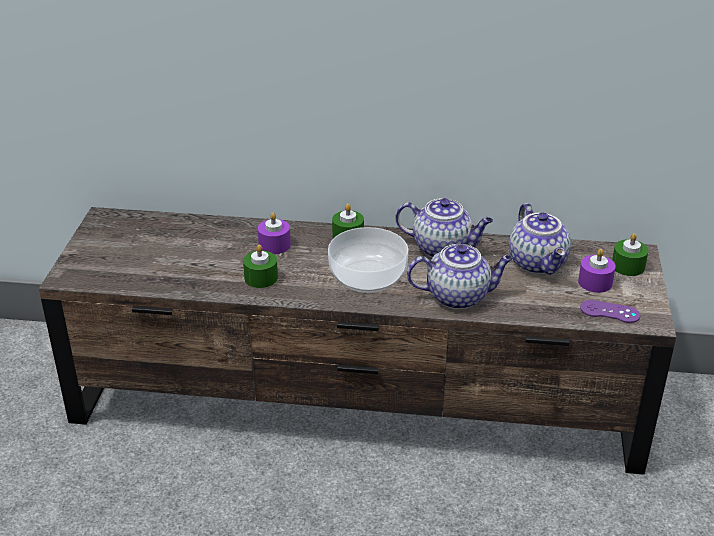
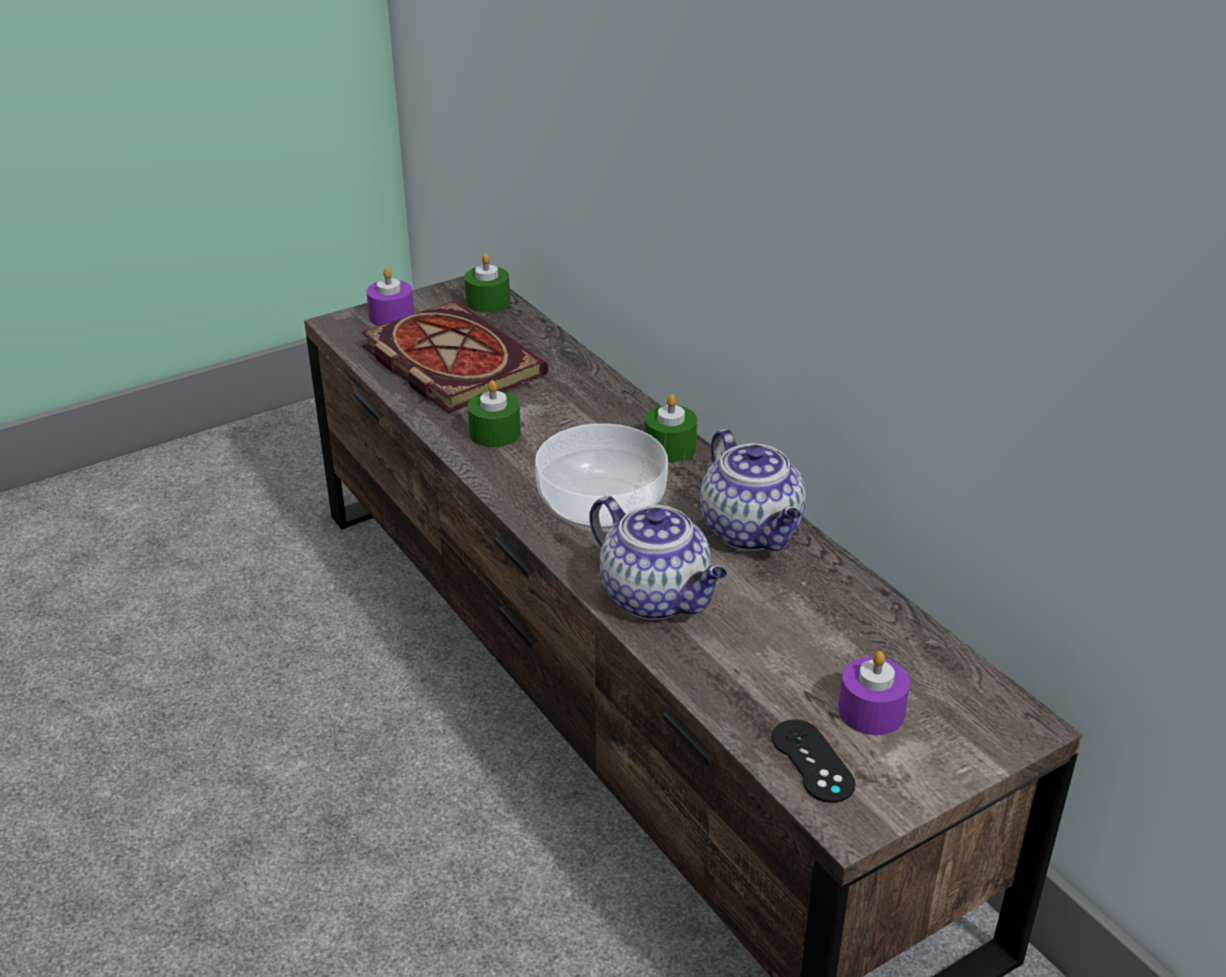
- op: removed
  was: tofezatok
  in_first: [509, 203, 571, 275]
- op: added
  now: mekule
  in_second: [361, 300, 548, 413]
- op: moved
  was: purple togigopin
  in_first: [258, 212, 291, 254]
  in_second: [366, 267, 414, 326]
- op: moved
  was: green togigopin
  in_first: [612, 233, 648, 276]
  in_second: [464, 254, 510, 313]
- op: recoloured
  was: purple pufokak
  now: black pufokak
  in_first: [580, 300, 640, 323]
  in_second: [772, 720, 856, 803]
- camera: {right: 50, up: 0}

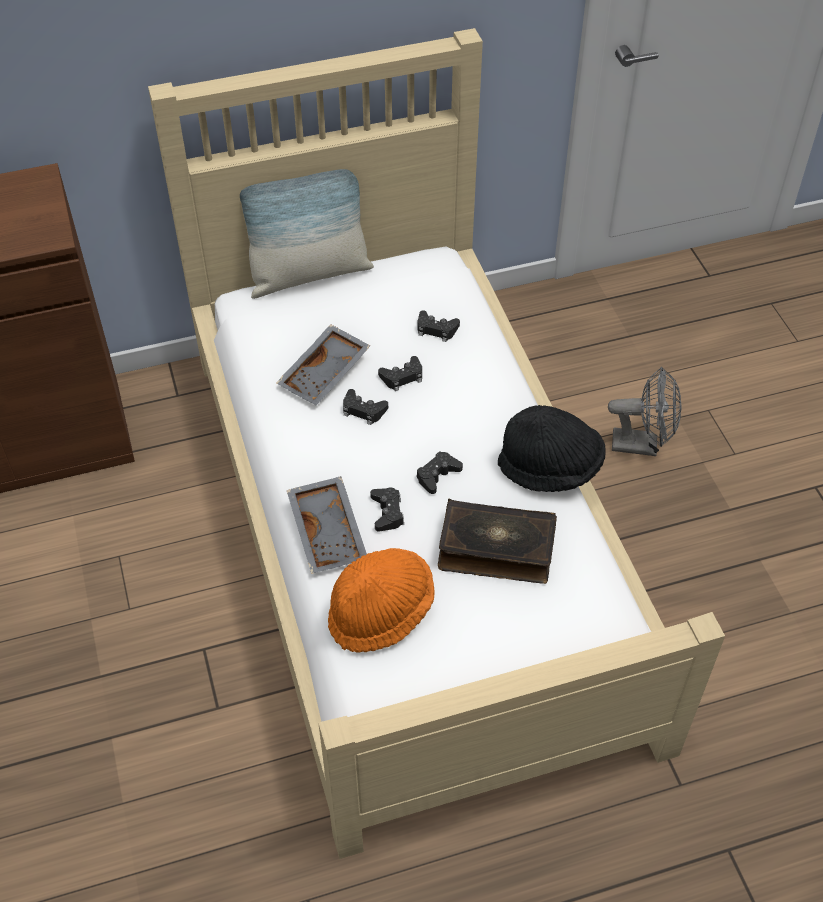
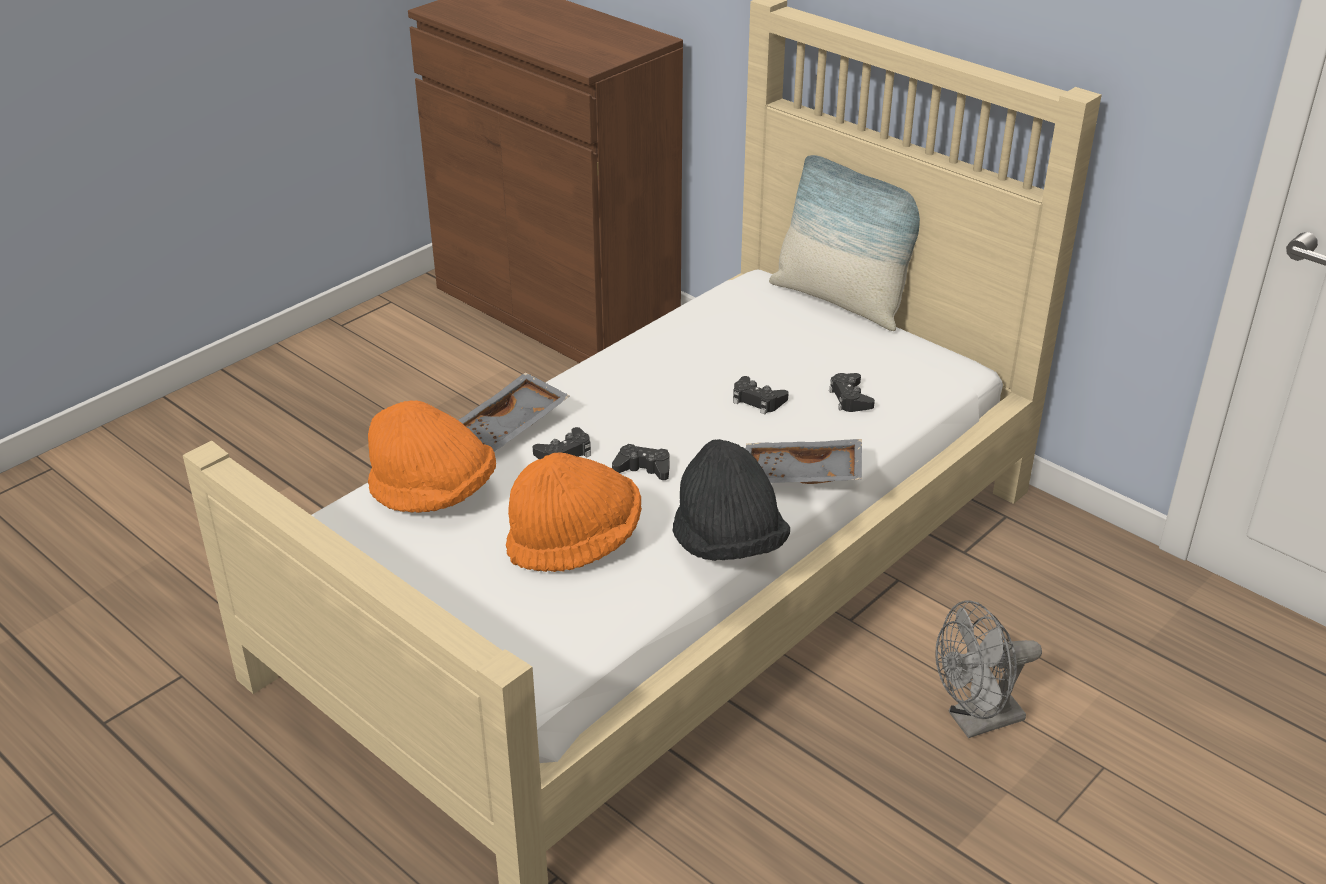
- op: removed
  was: black pufokak
  in_first: [343, 389, 388, 425]
- op: moved
  was: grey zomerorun
  in_first: [276, 324, 370, 405]
  in_second: [746, 439, 862, 484]
- op: replaced
  was: mekule
  now: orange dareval
  in_first: [438, 499, 557, 584]
  in_second: [506, 452, 642, 572]
- op: turned
  was: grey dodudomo
  in_first: [608, 367, 681, 456]
  in_second: [935, 601, 1042, 738]
  clockwise: 90
- camera: {right: 60, up: -15}

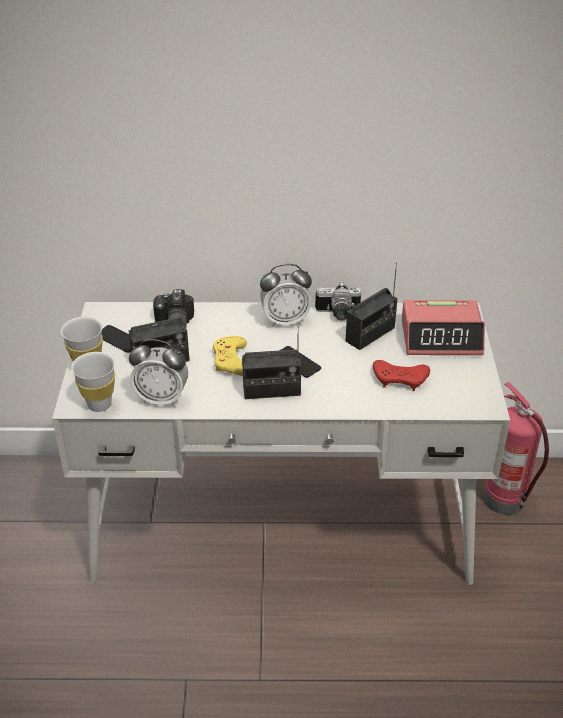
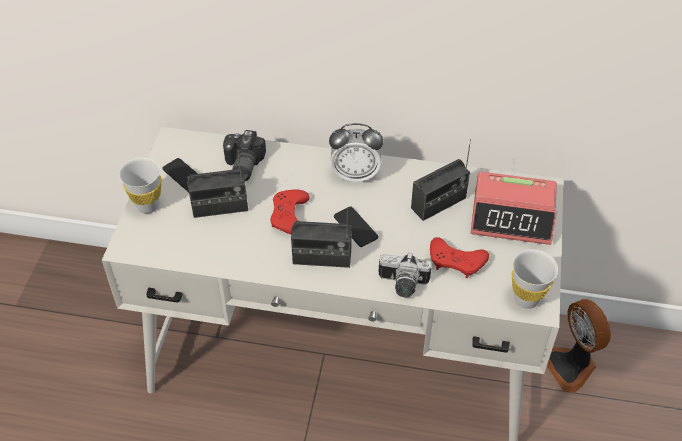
- op: removed
  was: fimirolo
  in_first: [129, 339, 188, 407]
- op: moved
  was: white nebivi
  in_first: [71, 352, 115, 412]
  in_second: [512, 249, 558, 309]
- op: moved
  was: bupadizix
  in_first: [315, 282, 361, 321]
  in_second: [378, 252, 432, 298]
- op: replaced
  was: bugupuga
  now: dodudomo
  in_first: [484, 382, 549, 515]
  in_second: [547, 299, 611, 393]
- op: recoloured
  was: yellow pufokak
  now: red pufokak
  in_first: [213, 336, 247, 376]
  in_second: [270, 189, 310, 235]
- camera: {right: 10, up: 10}

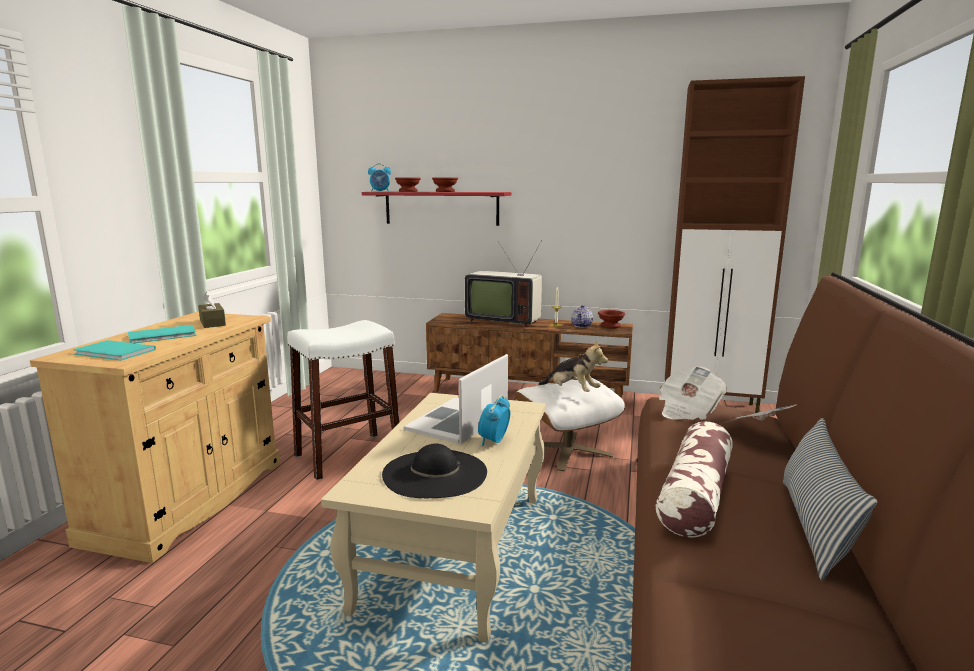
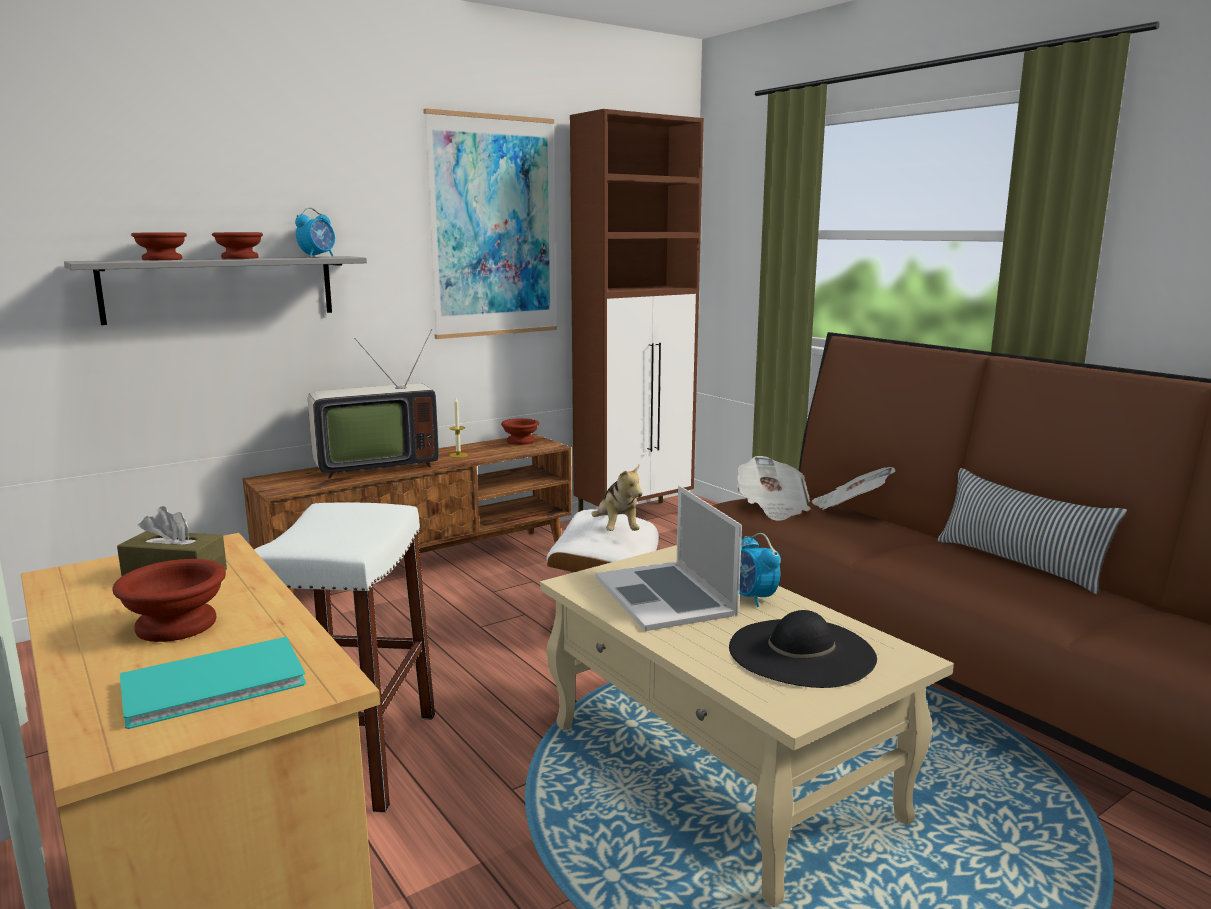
- op: removed
  was: tofezatok
  in_first: [571, 305, 593, 328]
- op: removed
  was: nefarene
  in_first: [656, 421, 733, 538]
- op: added
  now: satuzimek
  in_second: [423, 108, 557, 339]
- op: moved
  was: fimirolo
  in_first: [368, 163, 391, 192]
  in_second: [295, 207, 335, 257]
- op: replaced
  was: turquoise mekule
  now: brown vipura
  in_first: [128, 325, 197, 343]
  in_second: [112, 559, 226, 642]
- op: recoloured
  was: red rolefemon
  now: grey rolefemon
  in_first: [362, 192, 511, 226]
  in_second: [64, 256, 367, 325]
- op: turned
  was: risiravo
  in_first: [538, 341, 608, 392]
  in_second: [592, 465, 642, 531]
  clockwise: 90
- camera: {right: -50, up: 0}

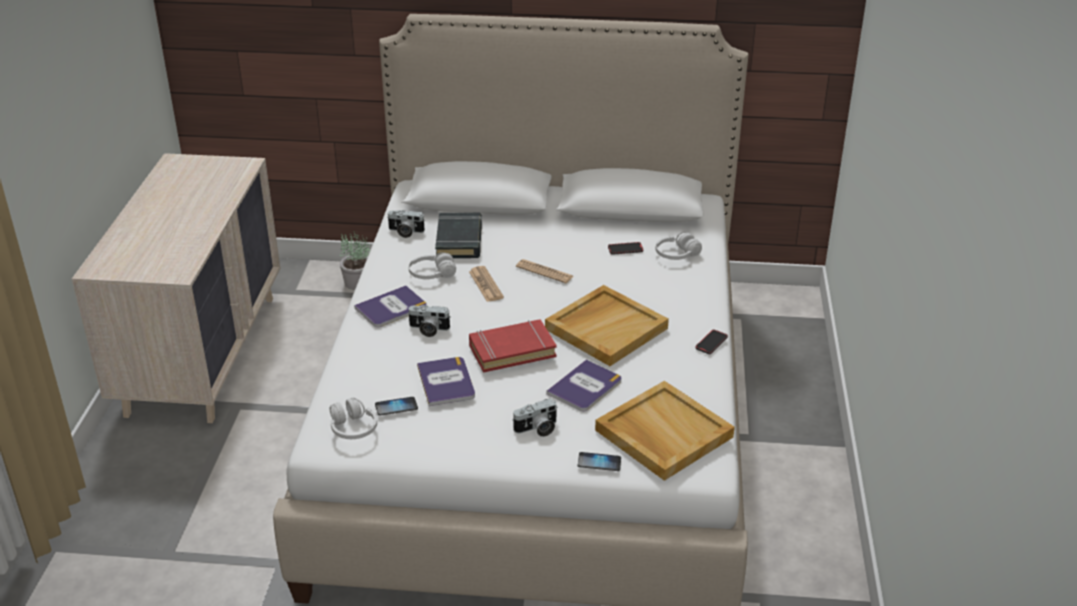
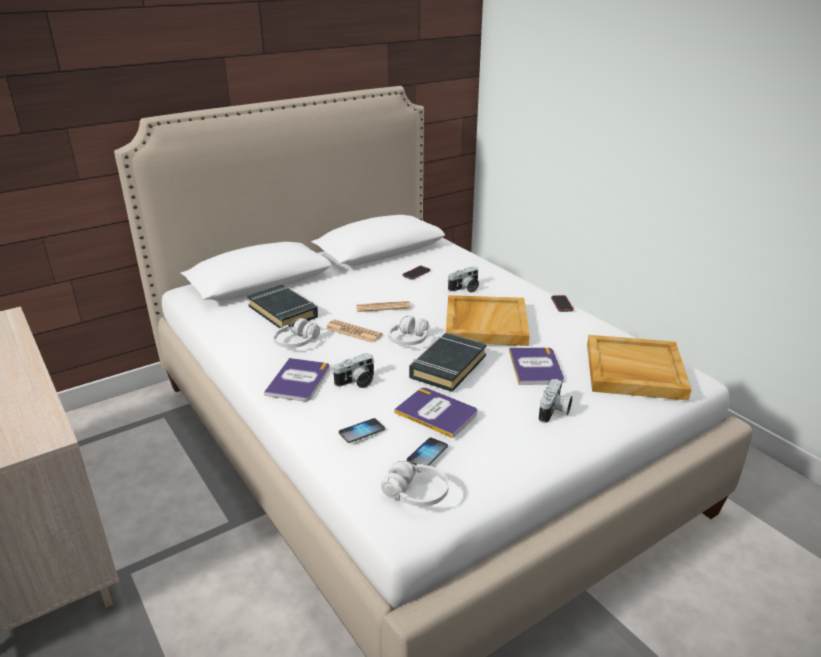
- op: removed
  was: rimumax
  in_first: [340, 231, 370, 290]
- op: moved
  was: bupadizix
  in_first: [387, 210, 425, 238]
  in_second: [448, 266, 479, 293]
- op: moved
  was: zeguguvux
  in_first: [578, 452, 621, 471]
  in_second: [339, 418, 385, 443]
- op: moved
  was: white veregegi
  in_first: [655, 232, 702, 260]
  in_second: [388, 316, 429, 346]
- op: recoloured
  was: red mekule
  now: black mekule
  in_first: [469, 319, 557, 373]
  in_second: [409, 333, 487, 392]
- camera: {right: -40, up: -5}

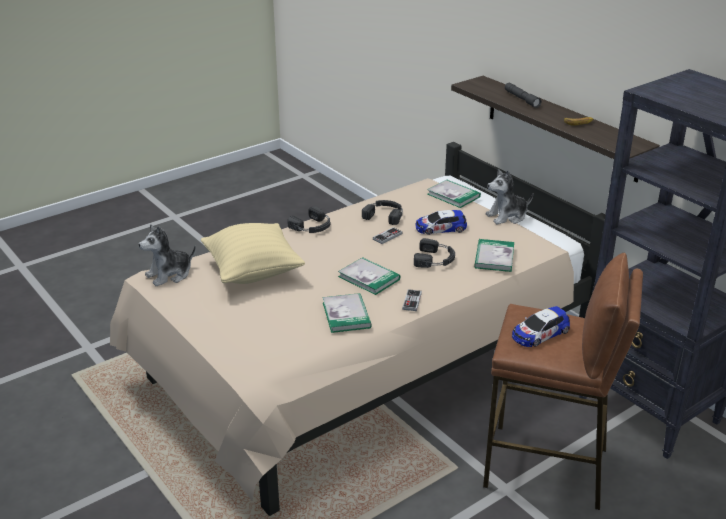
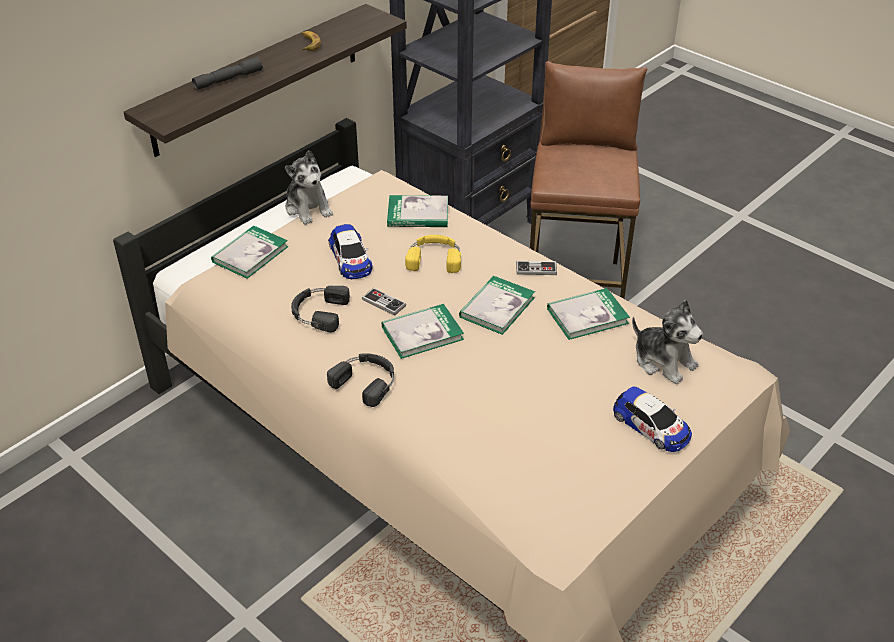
- op: removed
  was: beige nefarene
  in_first: [201, 223, 305, 284]
- op: added
  now: mekule
  in_second: [382, 304, 464, 359]
- op: moved
  was: risiravo
  in_first: [139, 224, 196, 286]
  in_second: [632, 300, 703, 384]
- op: moved
  was: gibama
  in_first: [512, 306, 570, 347]
  in_second: [613, 386, 692, 452]
- op: recoloured
  was: black veregegi
  now: yellow veregegi
  in_first: [414, 238, 455, 268]
  in_second: [405, 235, 461, 273]
- camera: {right: -100, up: 10}

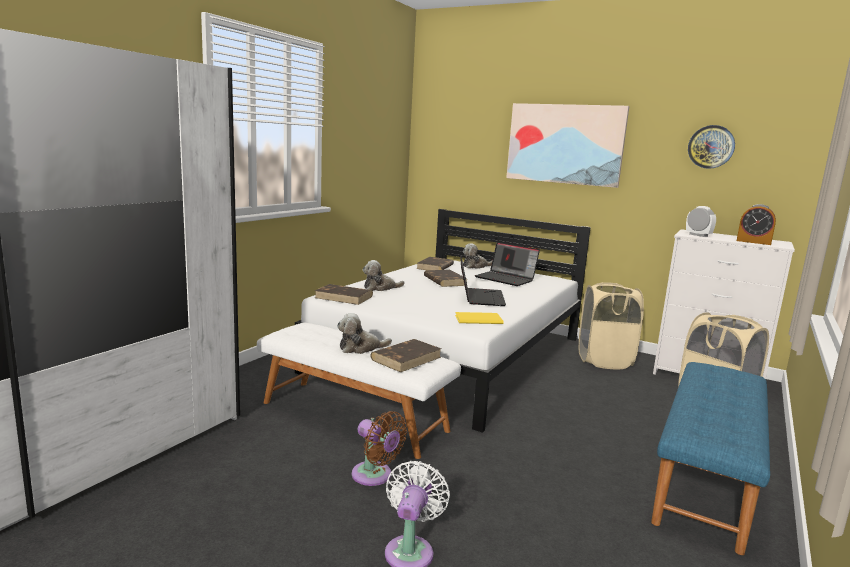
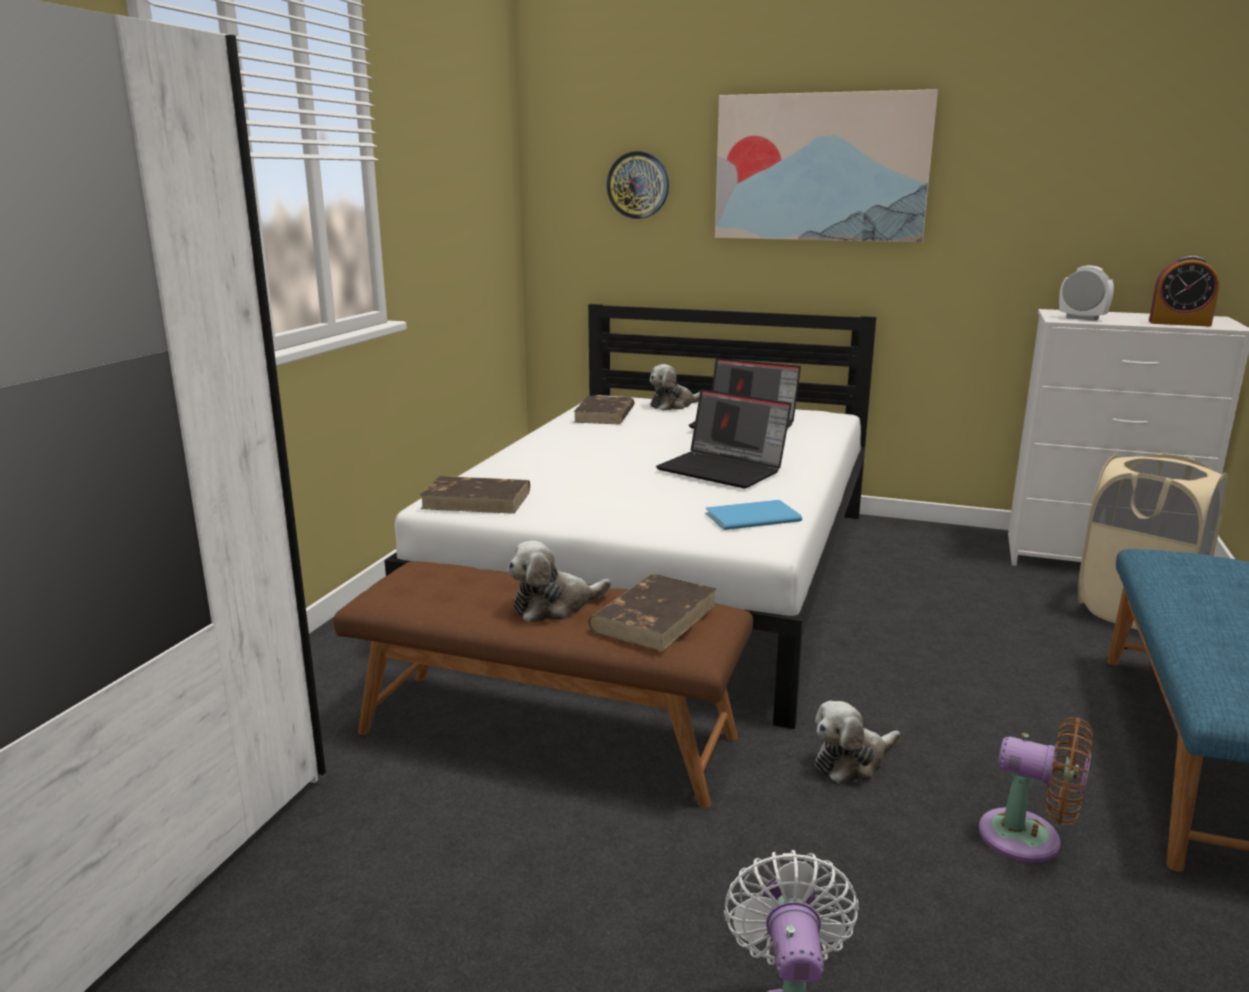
- op: removed
  was: brown mekule
  in_first: [424, 270, 467, 287]
- op: removed
  was: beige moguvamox
  in_first: [579, 282, 644, 369]
- op: moved
  was: brown dodudomo
  in_first: [352, 411, 407, 486]
  in_second: [979, 717, 1093, 863]
- op: moved
  was: risiravo
  in_first: [363, 260, 405, 291]
  in_second: [815, 701, 900, 784]
- op: moved
  was: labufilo
  in_first: [688, 125, 735, 169]
  in_second: [606, 151, 669, 219]
- op: recoloured
  was: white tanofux
  now: brown tanofux
  in_first: [257, 323, 461, 459]
  in_second: [333, 561, 753, 808]
- op: recoloured
  was: yellow mekule
  now: blue mekule
  in_first: [455, 312, 504, 324]
  in_second: [705, 500, 802, 530]
- op: turned
  was: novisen
  in_first: [460, 256, 506, 306]
  in_second: [656, 389, 792, 488]
  clockwise: 135
- camera: {right: -10, up: 5}

